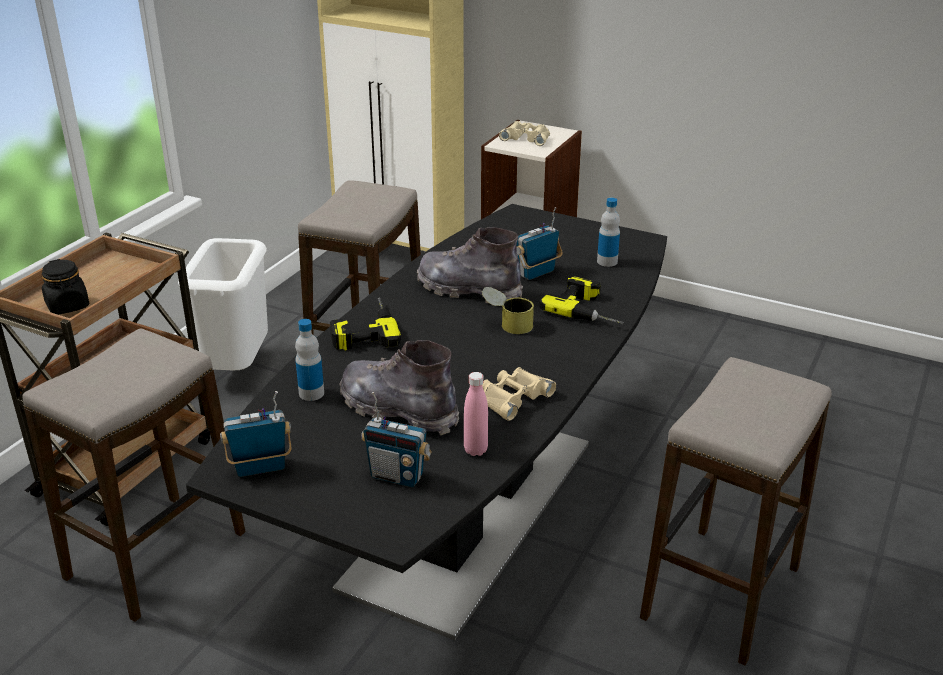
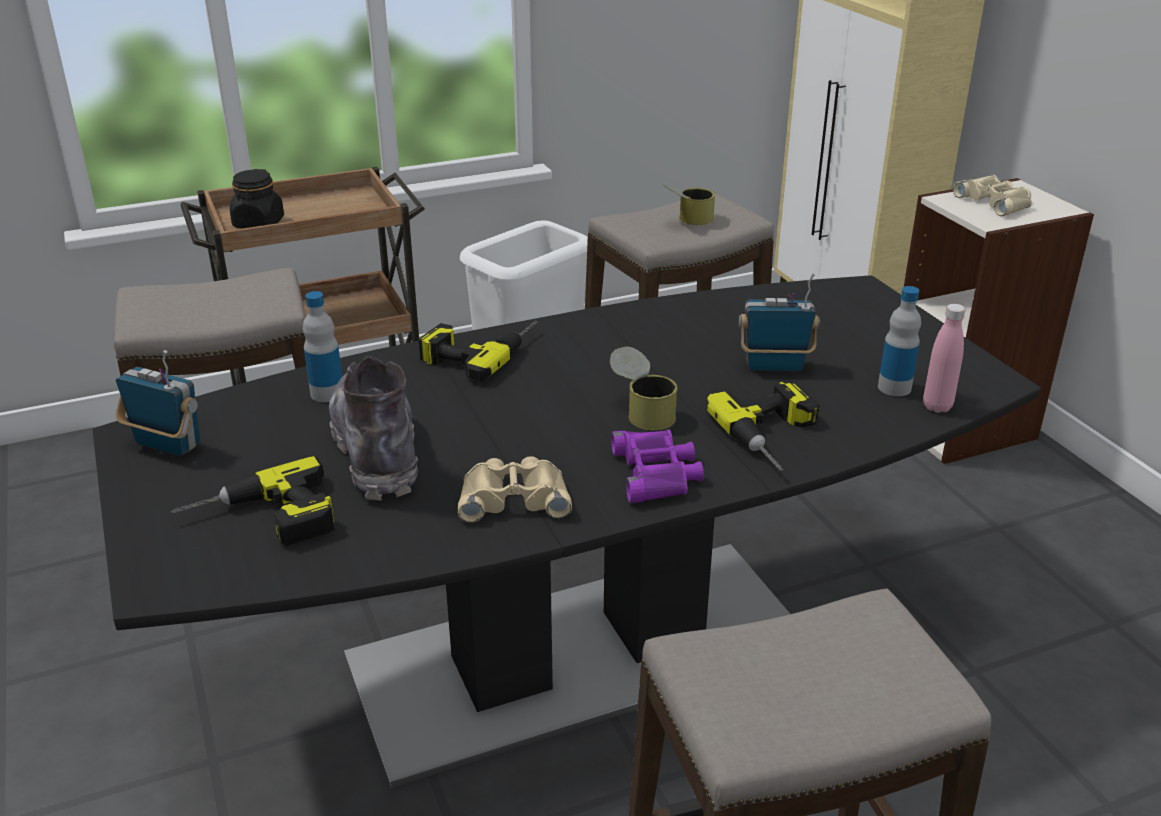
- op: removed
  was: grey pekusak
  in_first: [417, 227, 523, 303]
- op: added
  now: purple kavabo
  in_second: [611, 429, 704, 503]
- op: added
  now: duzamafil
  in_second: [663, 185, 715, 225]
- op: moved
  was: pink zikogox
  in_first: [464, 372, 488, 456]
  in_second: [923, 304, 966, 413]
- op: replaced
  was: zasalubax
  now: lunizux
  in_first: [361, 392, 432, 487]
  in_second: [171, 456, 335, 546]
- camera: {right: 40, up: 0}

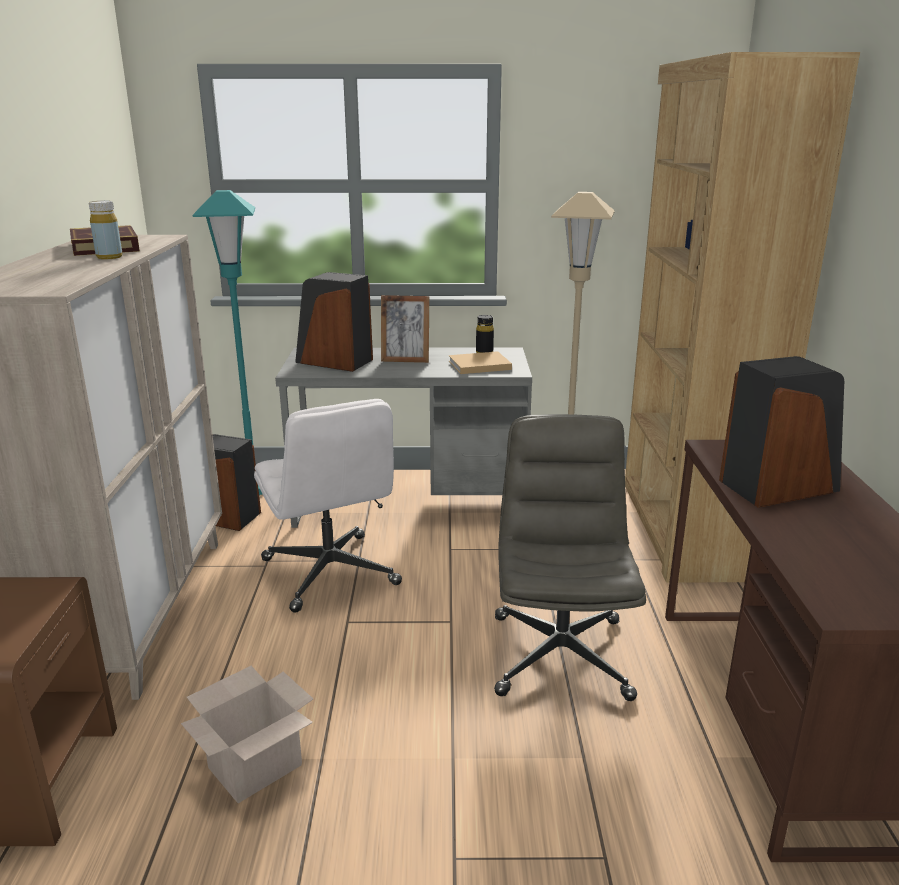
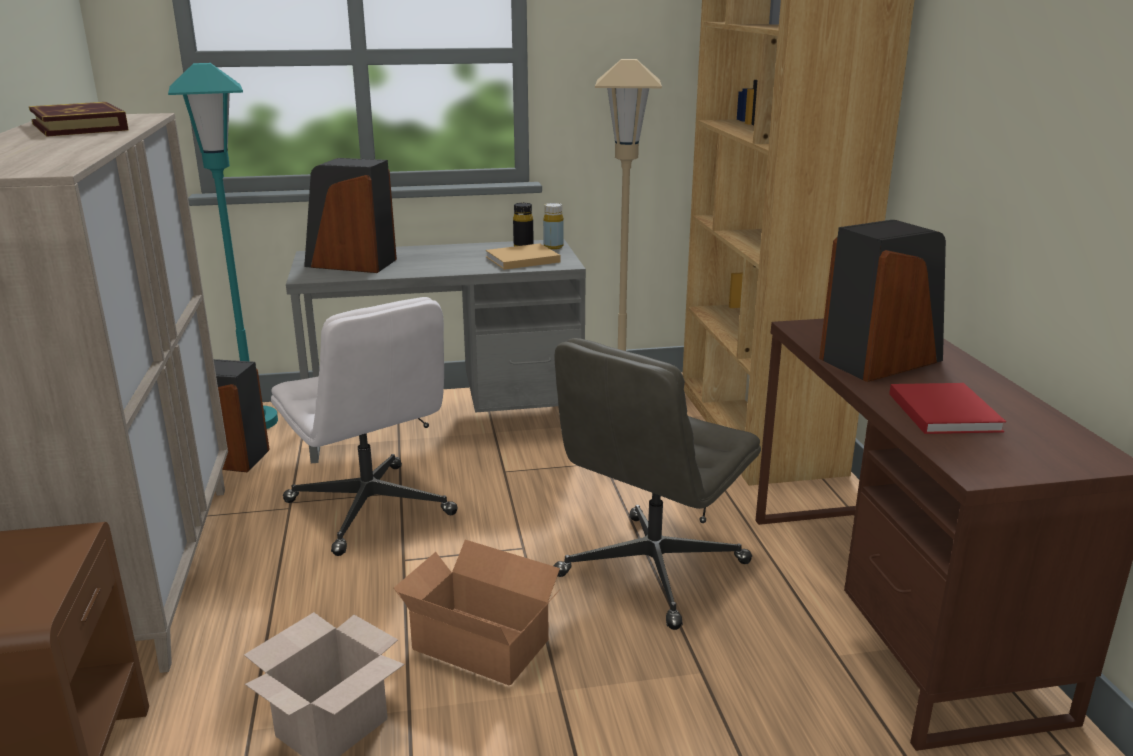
- op: removed
  was: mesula
  in_first: [381, 295, 429, 363]
- op: added
  now: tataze
  in_second: [394, 540, 560, 686]
- op: added
  now: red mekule
  in_second: [889, 383, 1006, 434]
- op: moved
  was: yellow zikogox
  in_first: [89, 201, 123, 259]
  in_second: [543, 203, 564, 249]
- op: turned
  was: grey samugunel
  in_first: [494, 414, 646, 701]
  in_second: [554, 338, 761, 630]
  clockwise: -135
- camera: {right: -10, up: 0}

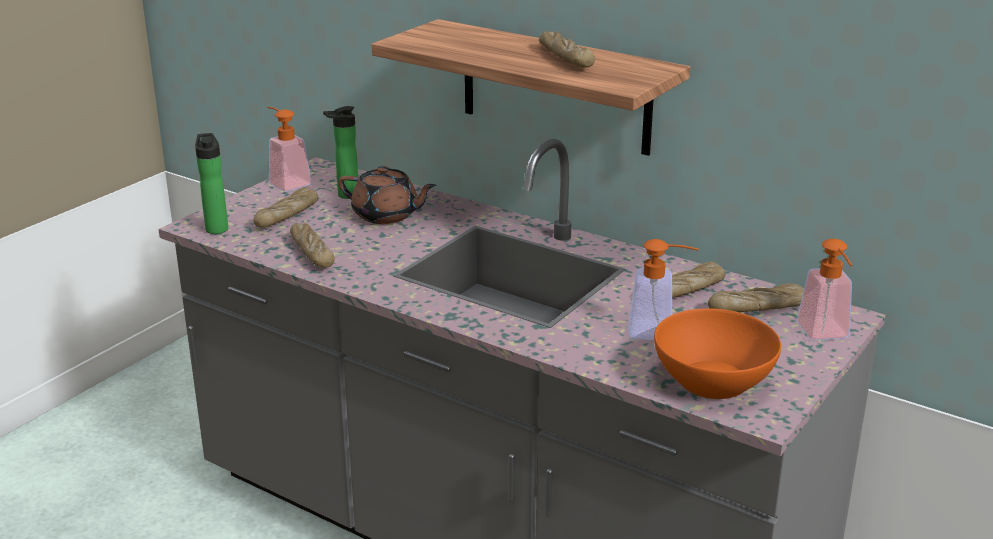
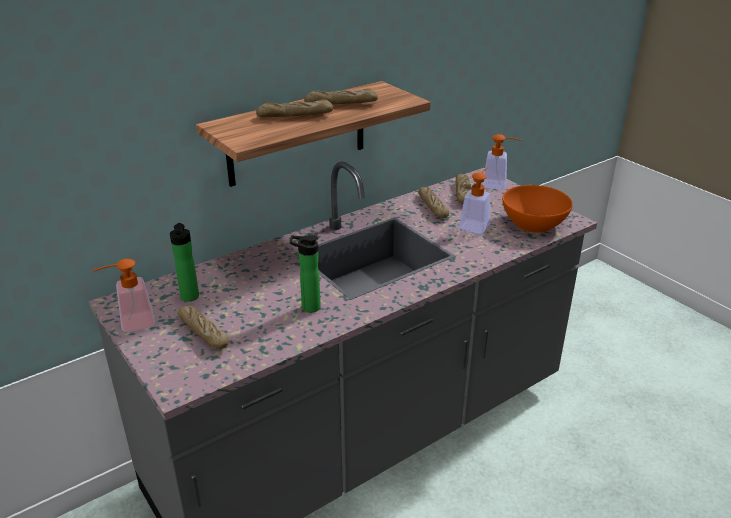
- op: removed
  was: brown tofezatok
  in_first: [338, 166, 436, 224]
- op: moved
  was: zikogox
  in_first: [195, 133, 228, 234]
  in_second: [290, 235, 321, 313]
- op: moved
  was: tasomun
  in_first: [290, 223, 335, 268]
  in_second: [256, 99, 333, 117]
- camera: {right: -70, up: 5}

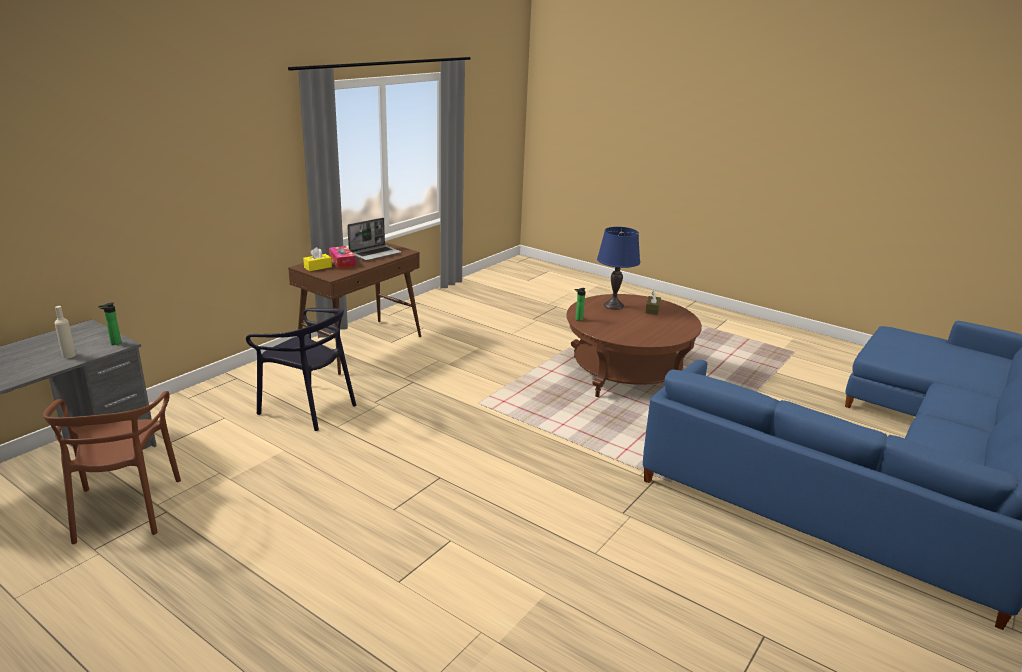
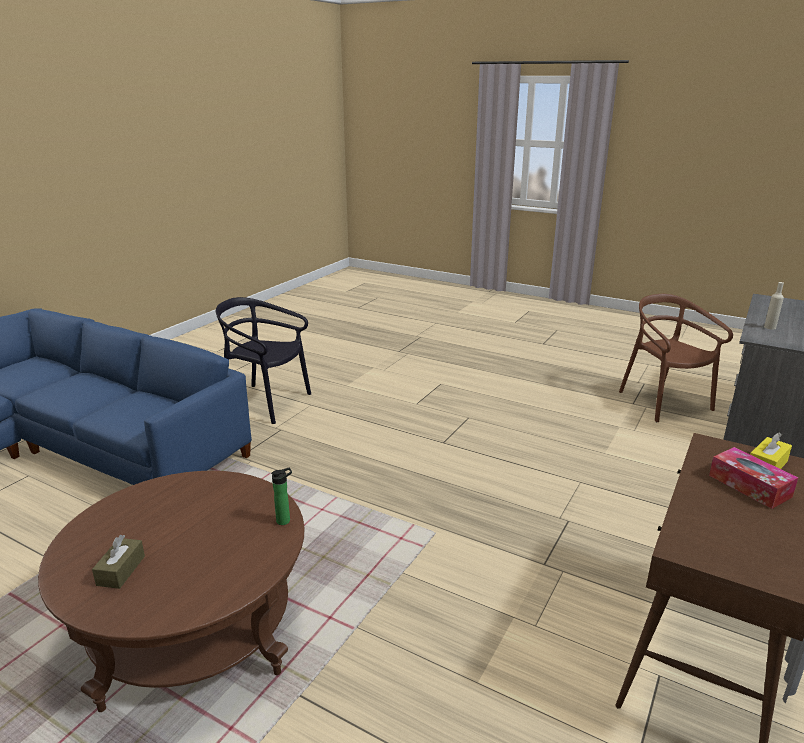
- op: removed
  was: zikogox
  in_first: [98, 303, 121, 345]
- op: removed
  was: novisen
  in_first: [347, 218, 402, 261]
- op: removed
  was: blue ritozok
  in_first: [597, 227, 640, 310]
- op: moved
  was: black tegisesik
  in_first: [246, 308, 356, 431]
  in_second: [216, 297, 311, 424]
- camera: {right: 175, up: 0}

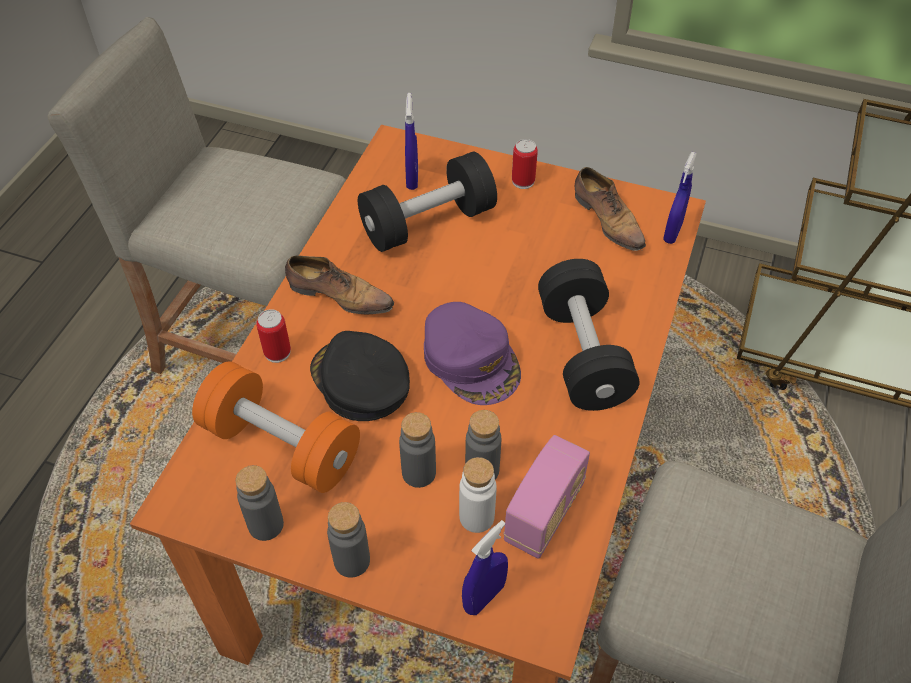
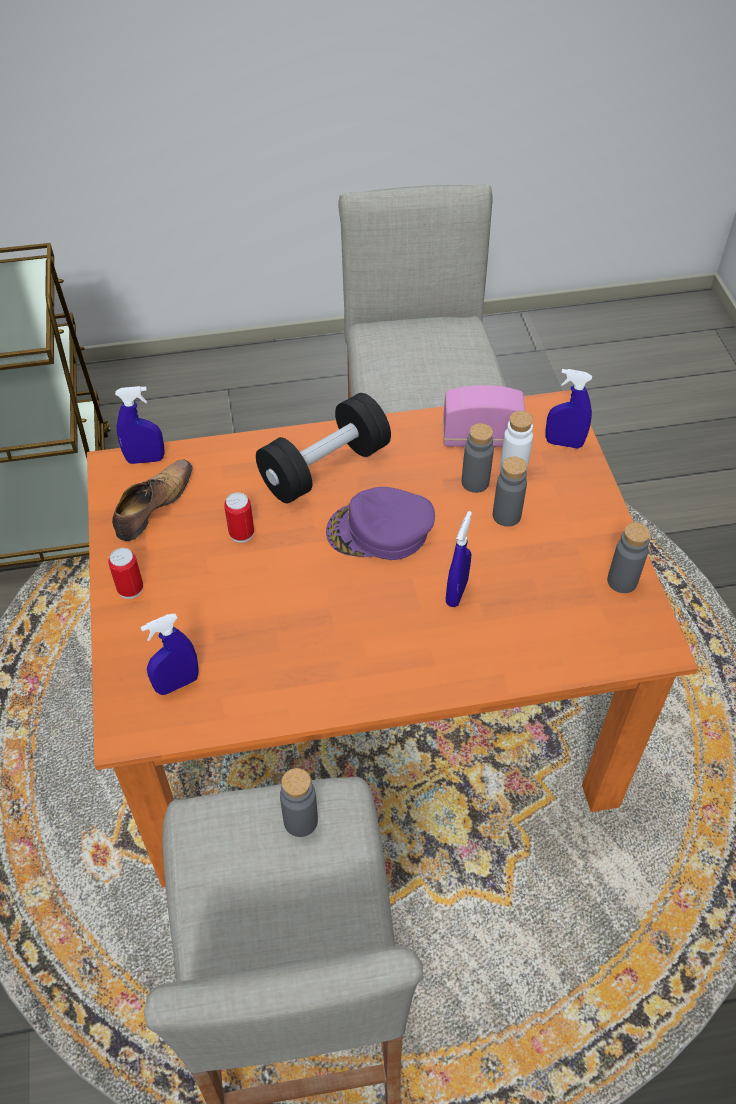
- op: removed
  was: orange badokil
  in_first: [192, 361, 360, 493]
- op: removed
  was: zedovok
  in_first: [285, 255, 394, 314]
- op: removed
  was: black badokil
  in_first: [358, 152, 497, 252]
- op: moved
  was: duzamafil
  in_first: [256, 309, 291, 363]
  in_second: [224, 492, 254, 543]
- op: moved
  was: grey zikogox
  in_first: [327, 502, 370, 578]
  in_second: [280, 768, 318, 837]
- op: replaced
  was: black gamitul
  now: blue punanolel
  in_first: [310, 331, 410, 421]
  in_second: [446, 511, 472, 607]
- op: turned
  was: purple gamitul
  in_first: [424, 302, 521, 405]
  in_second: [326, 487, 435, 560]
  clockwise: -120
- camera: {right: -120, up: 0}

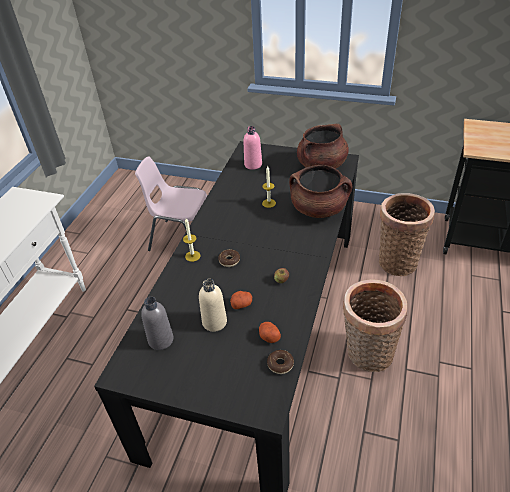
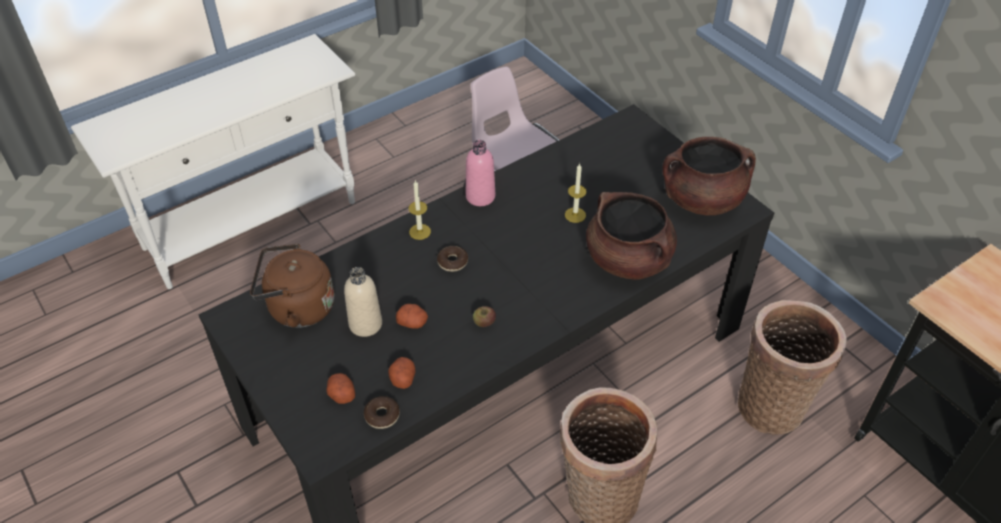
- op: added
  now: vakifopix
  in_second: [326, 373, 355, 404]
- op: moved
  was: pink zikogox
  in_first: [244, 126, 262, 170]
  in_second: [466, 140, 495, 206]
- op: replaced
  was: grey zikogox
  now: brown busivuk
  in_first: [141, 297, 173, 350]
  in_second: [250, 244, 334, 328]
- camera: {right: 35, up: 5}

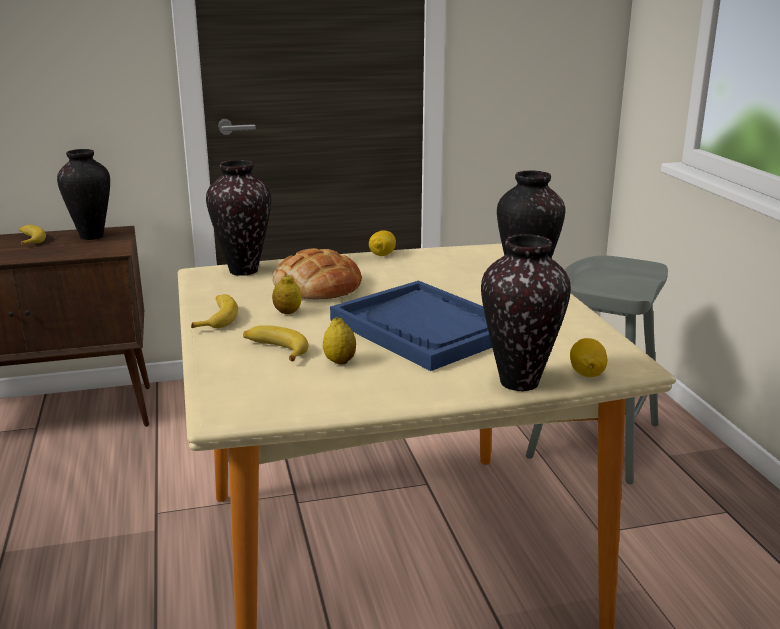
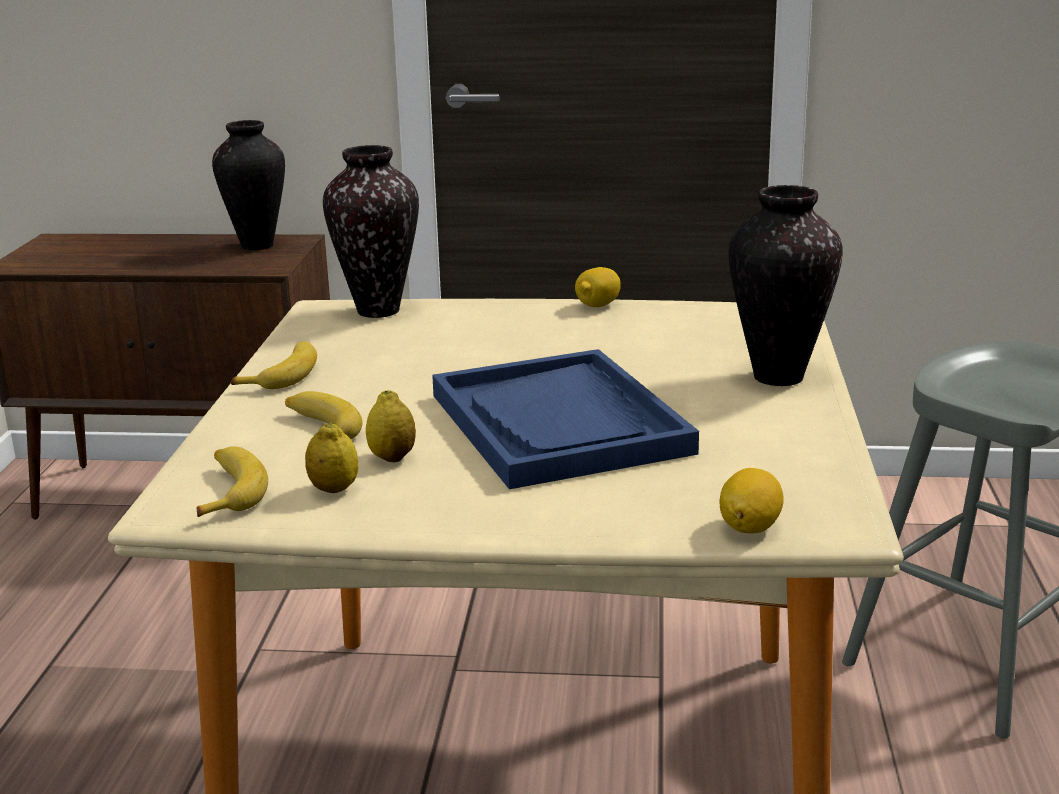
- op: removed
  was: tasomun
  in_first: [273, 248, 362, 299]
- op: removed
  was: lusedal
  in_first: [481, 234, 571, 391]
- op: moved
  was: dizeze
  in_first: [19, 225, 46, 245]
  in_second: [197, 446, 268, 517]
- op: moved
  was: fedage
  in_first: [272, 275, 302, 314]
  in_second: [305, 422, 358, 493]
- camera: {right: 20, up: 0}

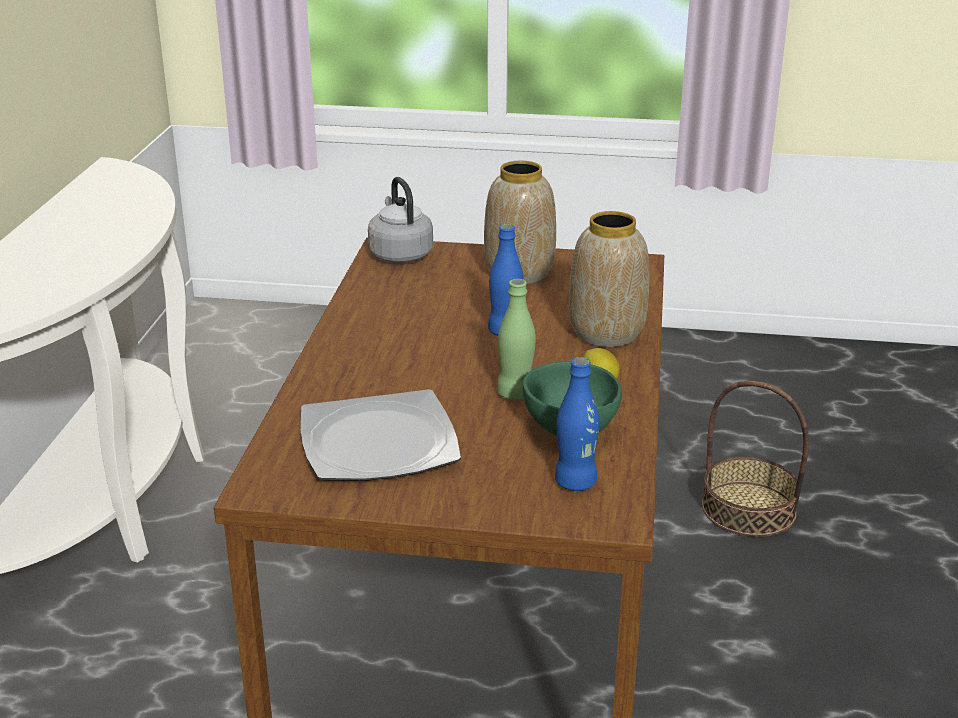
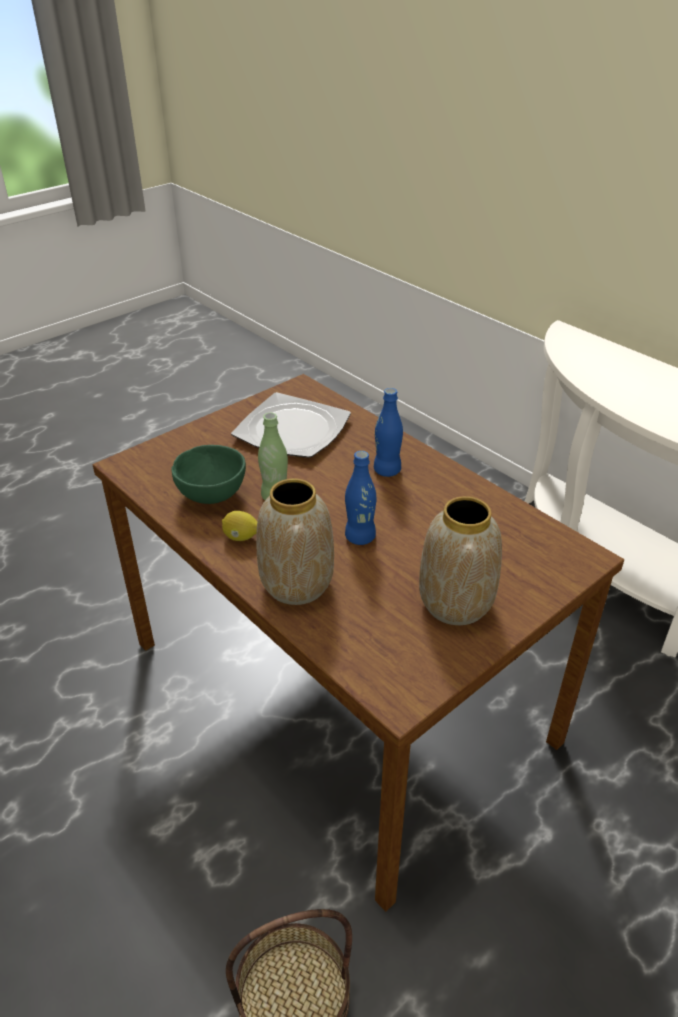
- op: removed
  was: grey busivuk
  in_first: [368, 177, 433, 263]
- op: moved
  was: blue zikogox
  in_first: [555, 357, 599, 491]
  in_second: [374, 388, 403, 477]
- camera: {right: 130, up: 10}

